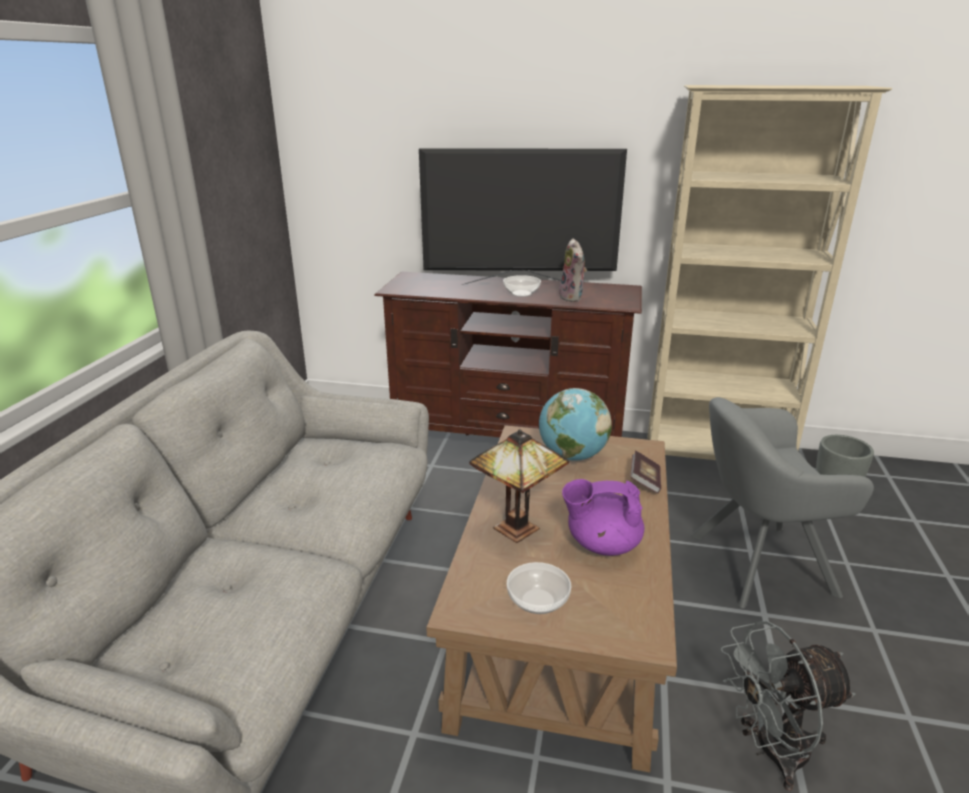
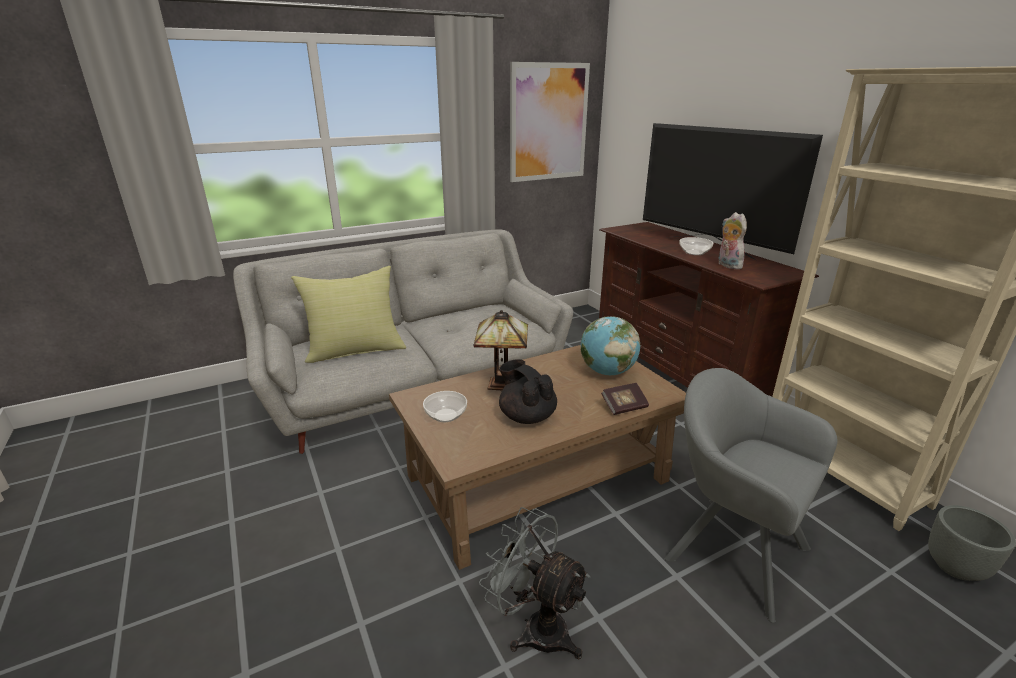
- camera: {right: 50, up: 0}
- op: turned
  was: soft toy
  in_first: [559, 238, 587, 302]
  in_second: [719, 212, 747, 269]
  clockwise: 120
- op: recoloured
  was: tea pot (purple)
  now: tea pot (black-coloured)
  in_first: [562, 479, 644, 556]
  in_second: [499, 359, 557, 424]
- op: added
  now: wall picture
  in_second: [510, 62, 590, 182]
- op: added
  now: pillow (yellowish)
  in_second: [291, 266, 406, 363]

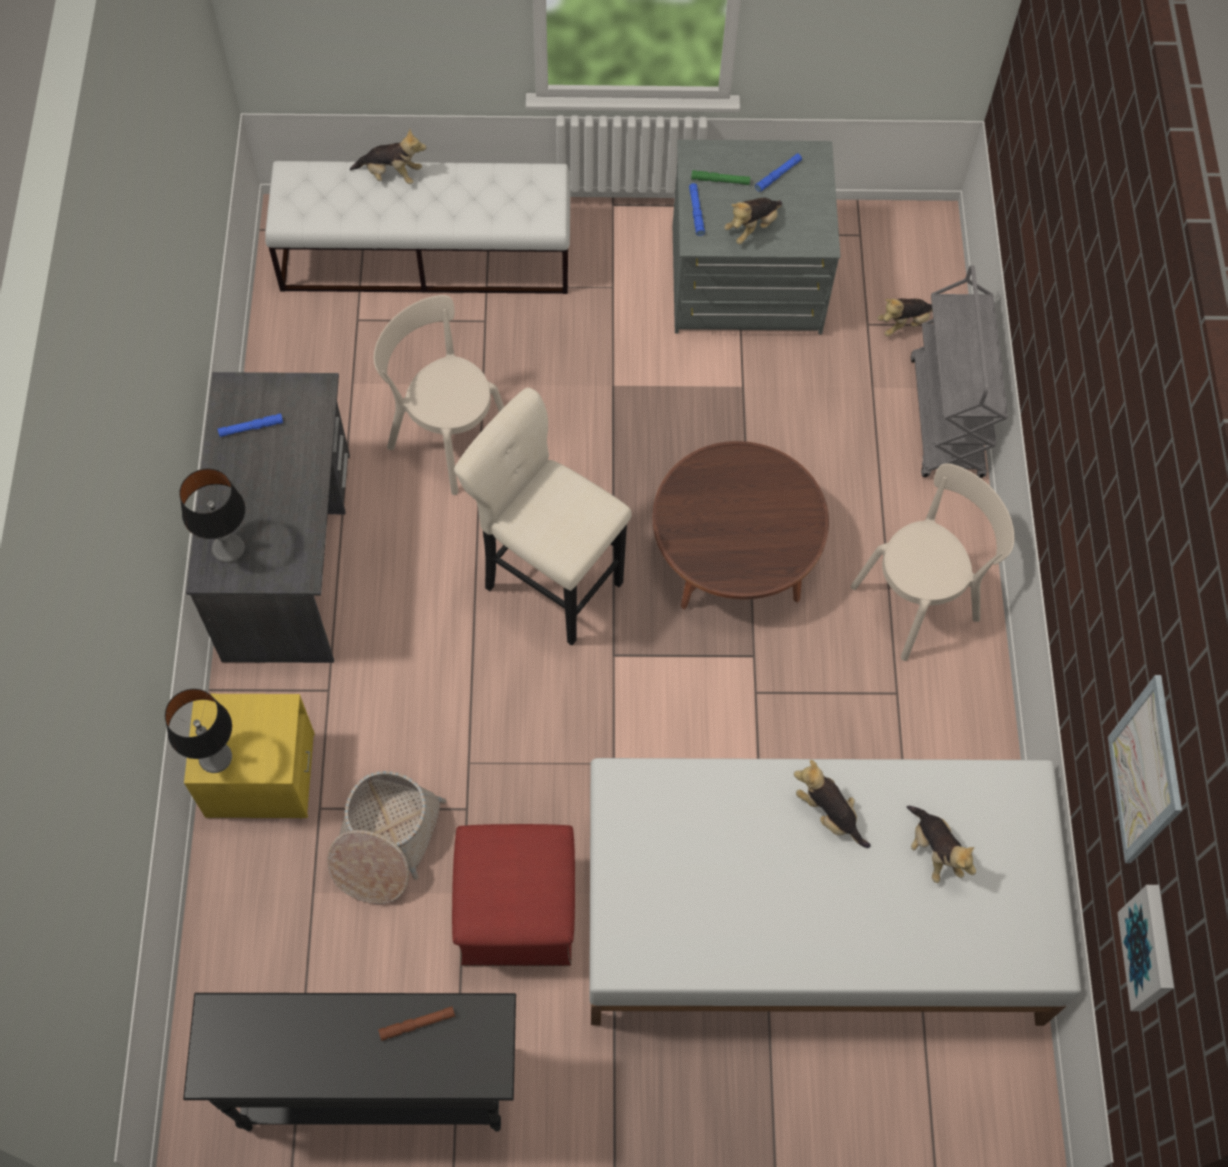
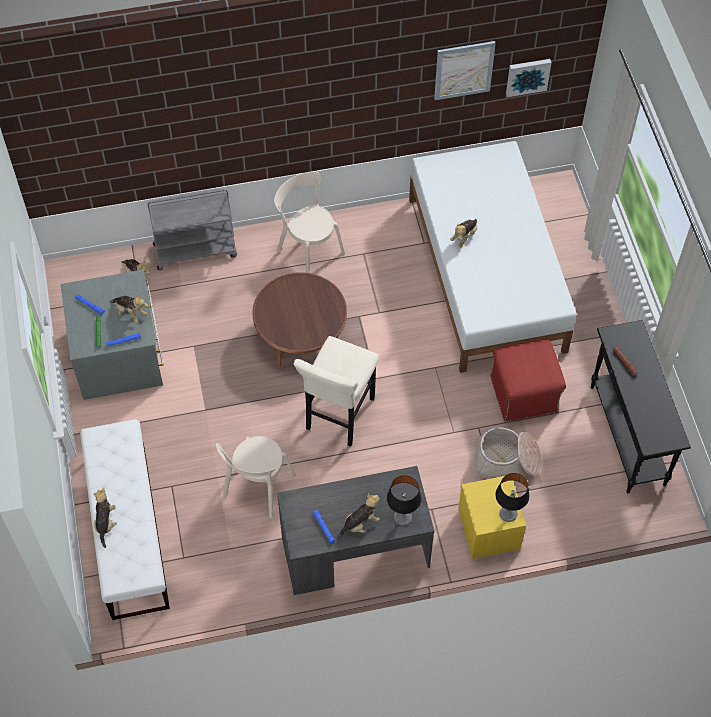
- camera: {right: -100, up: -5}
- op: moved
  was: soft toy
  in_first: [907, 806, 976, 883]
  in_second: [338, 494, 380, 540]

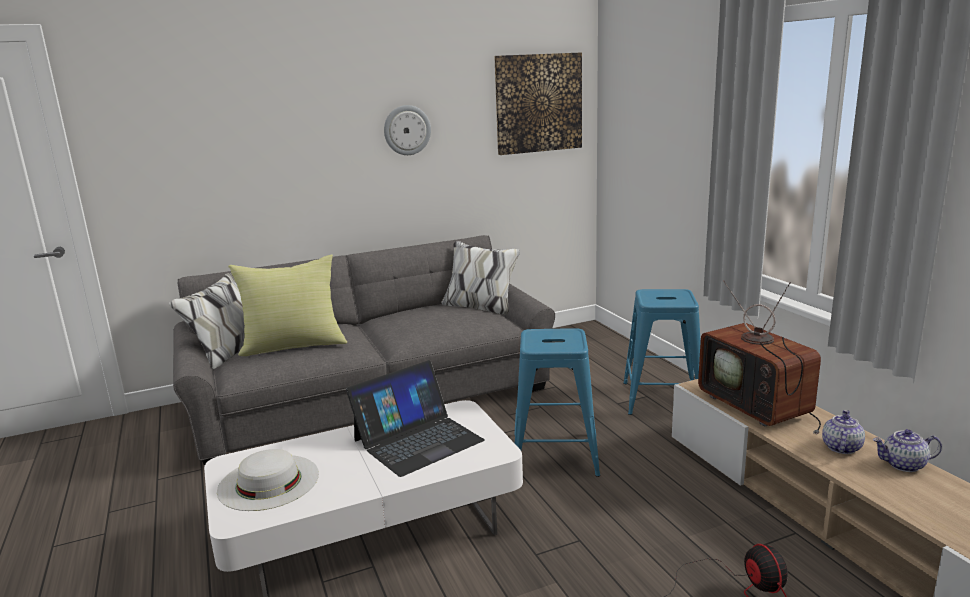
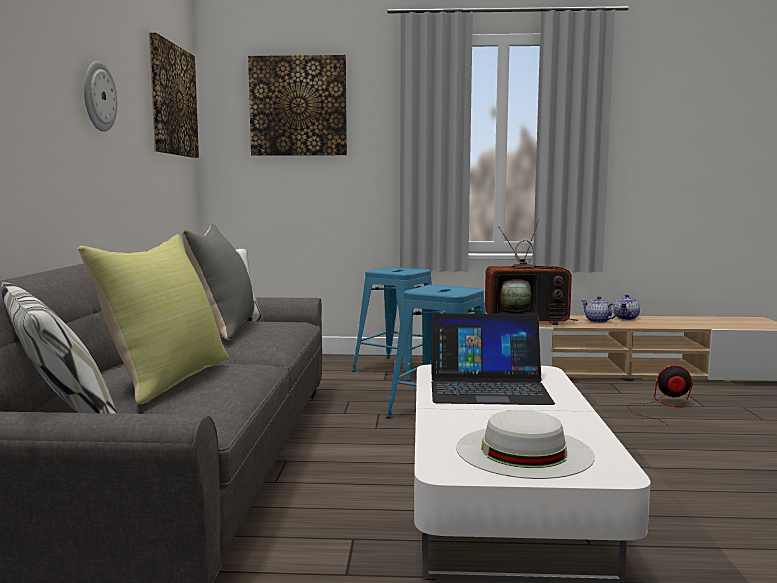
- camera: {right: -65, up: -10}
- op: turned
  was: portable computer
  in_first: [346, 360, 485, 477]
  in_second: [431, 313, 555, 405]
  clockwise: 105
- op: added
  now: wall picture
  in_second: [248, 55, 347, 156]
- op: added
  now: pillow (grey)
  in_second: [182, 224, 253, 340]

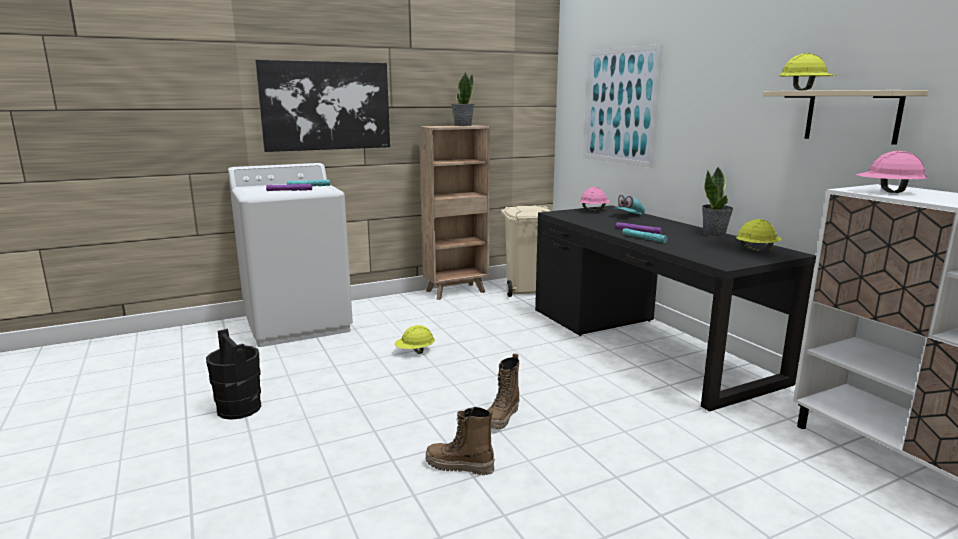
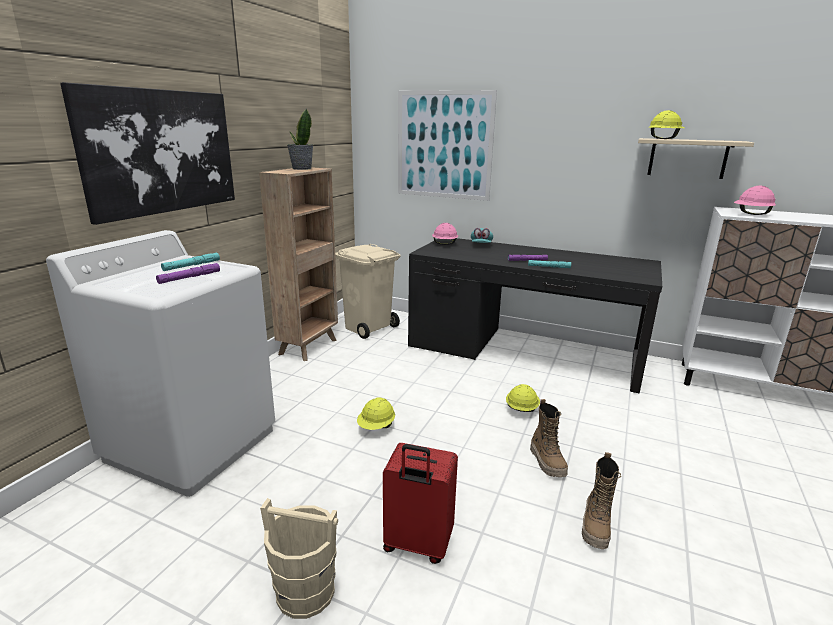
- camera: {right: -40, up: 5}
- op: removed
  was: houseplant
  in_first: [701, 167, 734, 236]
- op: moved
  was: hard hat (yellowish)
  in_first: [736, 219, 782, 252]
  in_second: [506, 384, 540, 412]
- op: recoloured
  was: water bucket (black-coloured)
  now: water bucket (beige)
  in_first: [206, 329, 261, 420]
  in_second: [260, 498, 338, 619]
- op: turned
  was: boot
  in_first: [425, 407, 495, 475]
  in_second: [582, 452, 621, 549]
  clockwise: -45
- op: added
  now: piece of luggage (red)
  in_second: [383, 443, 458, 564]

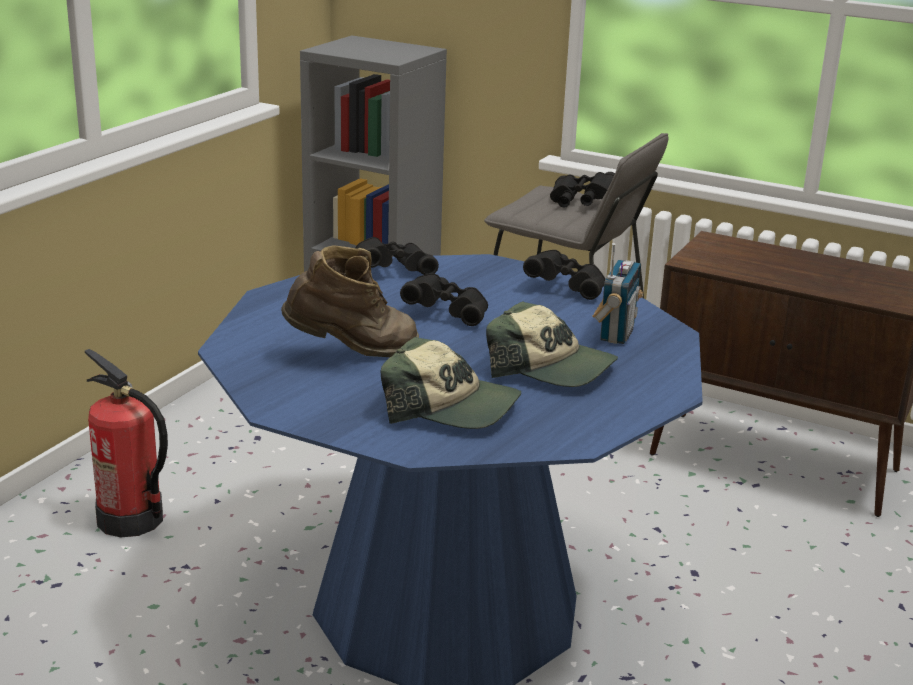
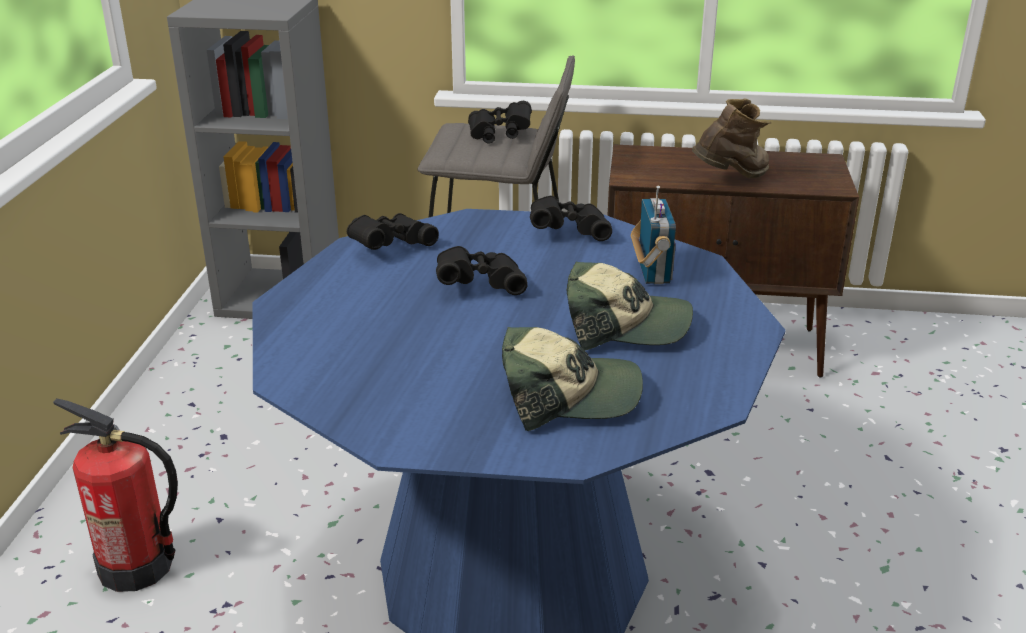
- camera: {right: -20, up: 5}
- op: moved
  was: boot (brownish)
  in_first: [281, 245, 419, 357]
  in_second: [692, 98, 771, 178]

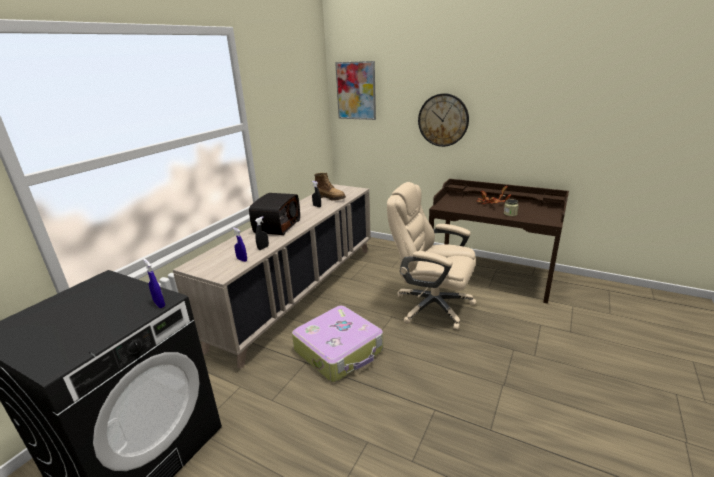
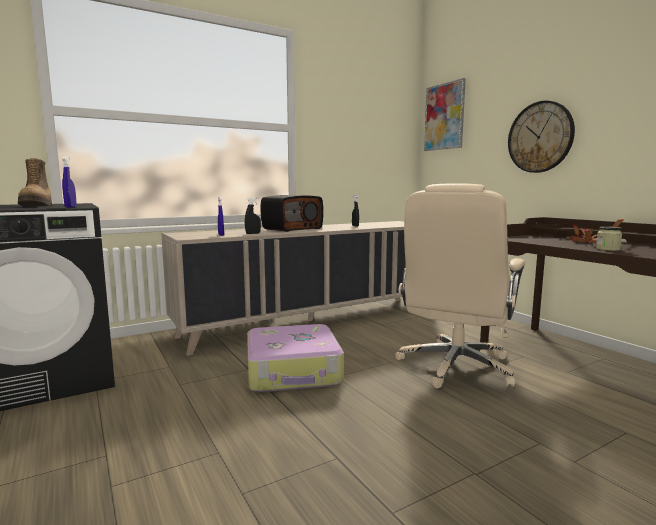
- camera: {right: 30, up: -15}
- op: moved
  was: boot
  in_first: [314, 173, 346, 201]
  in_second: [18, 158, 52, 206]
- op: turned
  was: computer chair (beige)
  in_first: [387, 182, 477, 330]
  in_second: [396, 183, 526, 388]
  clockwise: -120

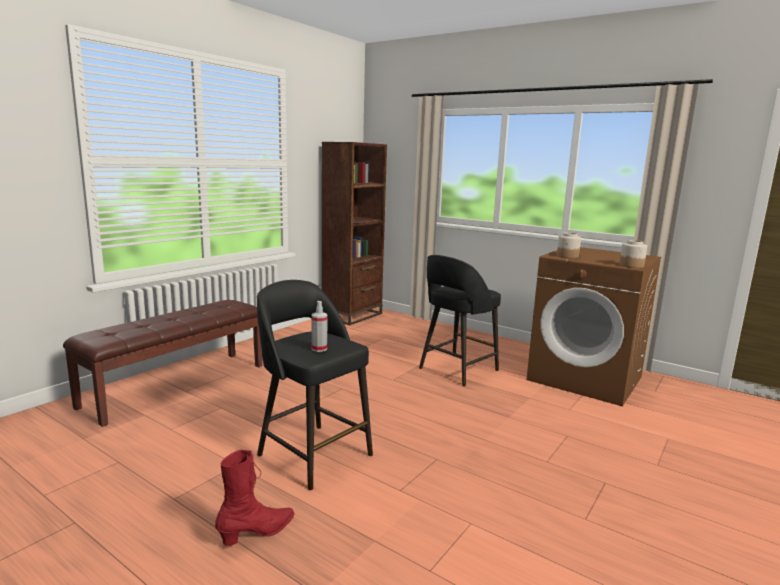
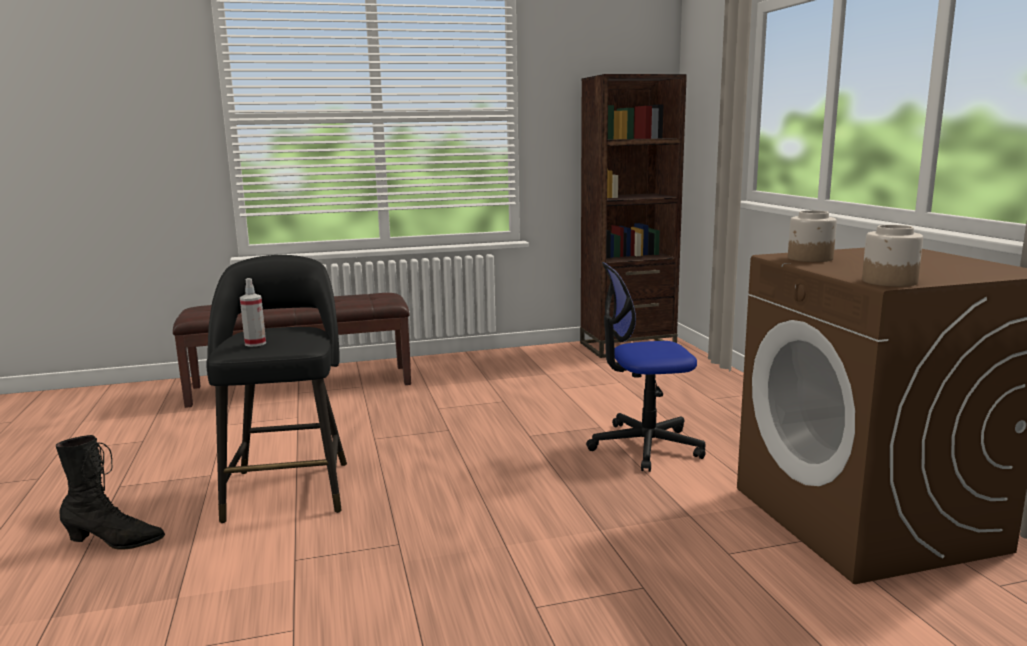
- camera: {right: 40, up: 0}
- op: replaced
  was: stool (black-coloured)
  now: computer chair
  in_first: [419, 255, 501, 386]
  in_second: [586, 262, 706, 472]
- op: recoloured
  was: boot (red)
  now: boot (black-coloured)
  in_first: [215, 450, 295, 546]
  in_second: [56, 435, 165, 549]

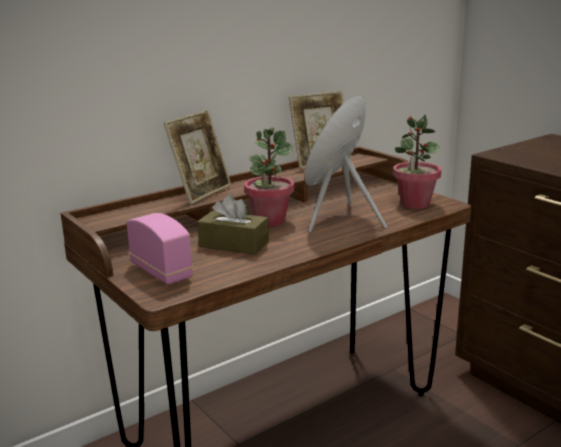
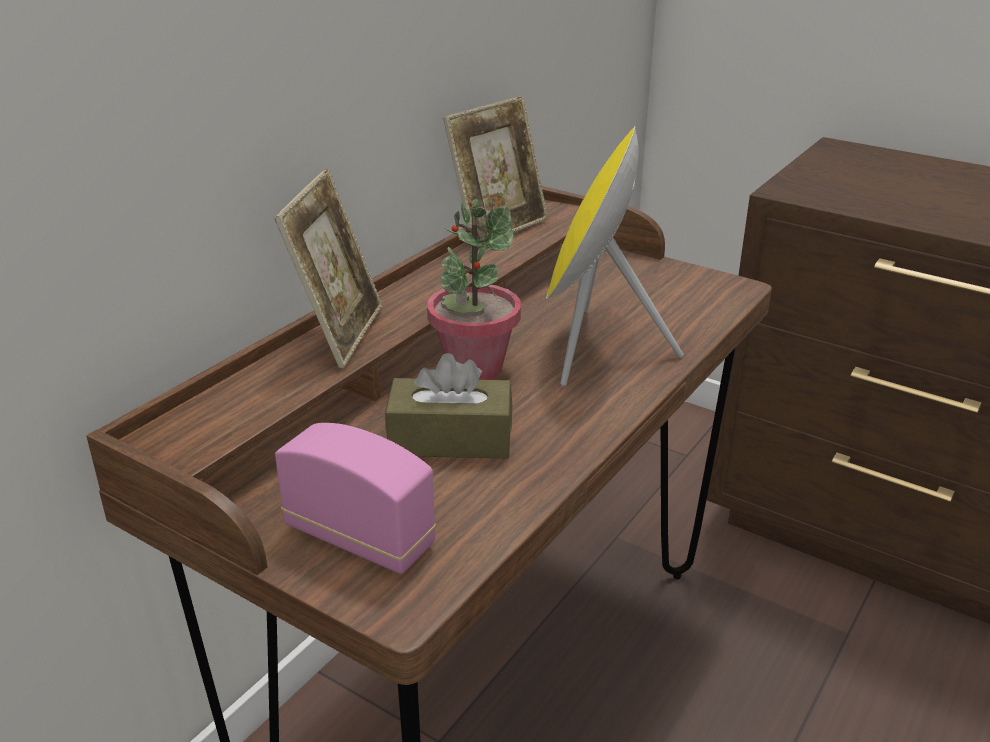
- camera: {right: -20, up: 10}
- op: removed
  was: houseplant
  in_first: [393, 114, 441, 209]

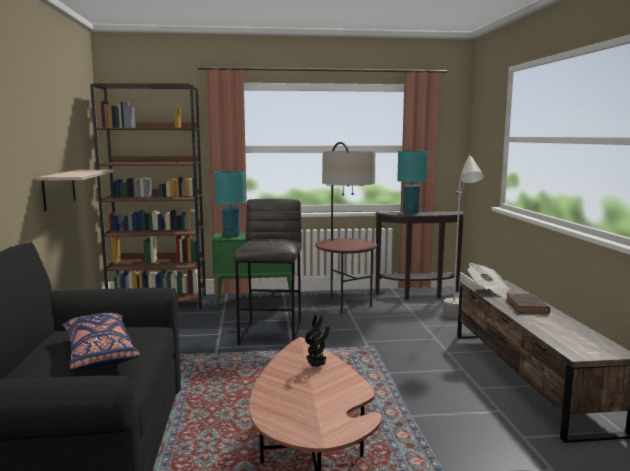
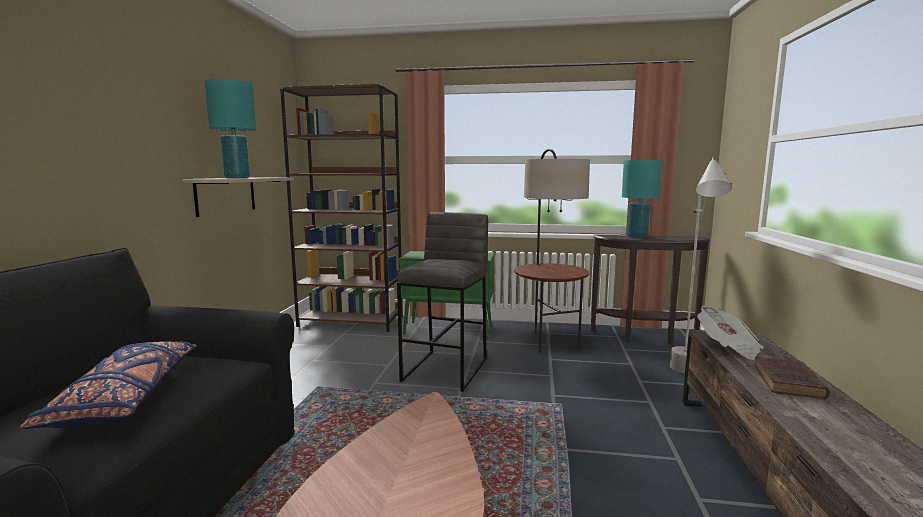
- camera: {right: 15, up: 0}
- op: moved
  was: table lamp (blue-green)
  in_first: [214, 171, 246, 237]
  in_second: [205, 79, 256, 178]
- op: removed
  was: houseplant
  in_first: [305, 312, 329, 368]

